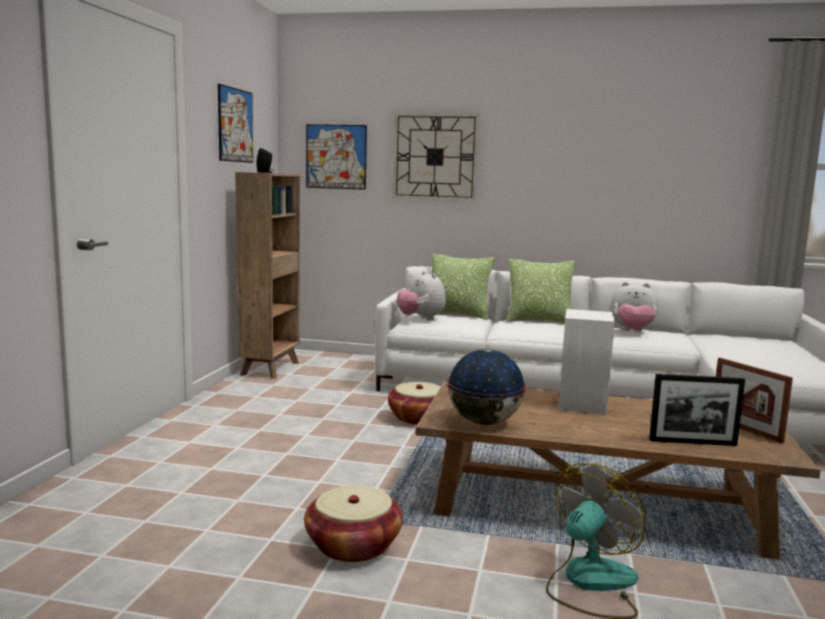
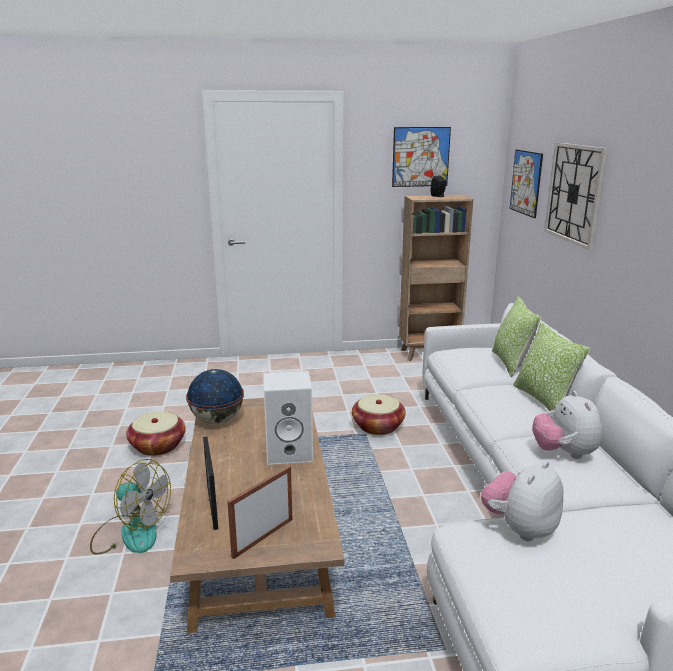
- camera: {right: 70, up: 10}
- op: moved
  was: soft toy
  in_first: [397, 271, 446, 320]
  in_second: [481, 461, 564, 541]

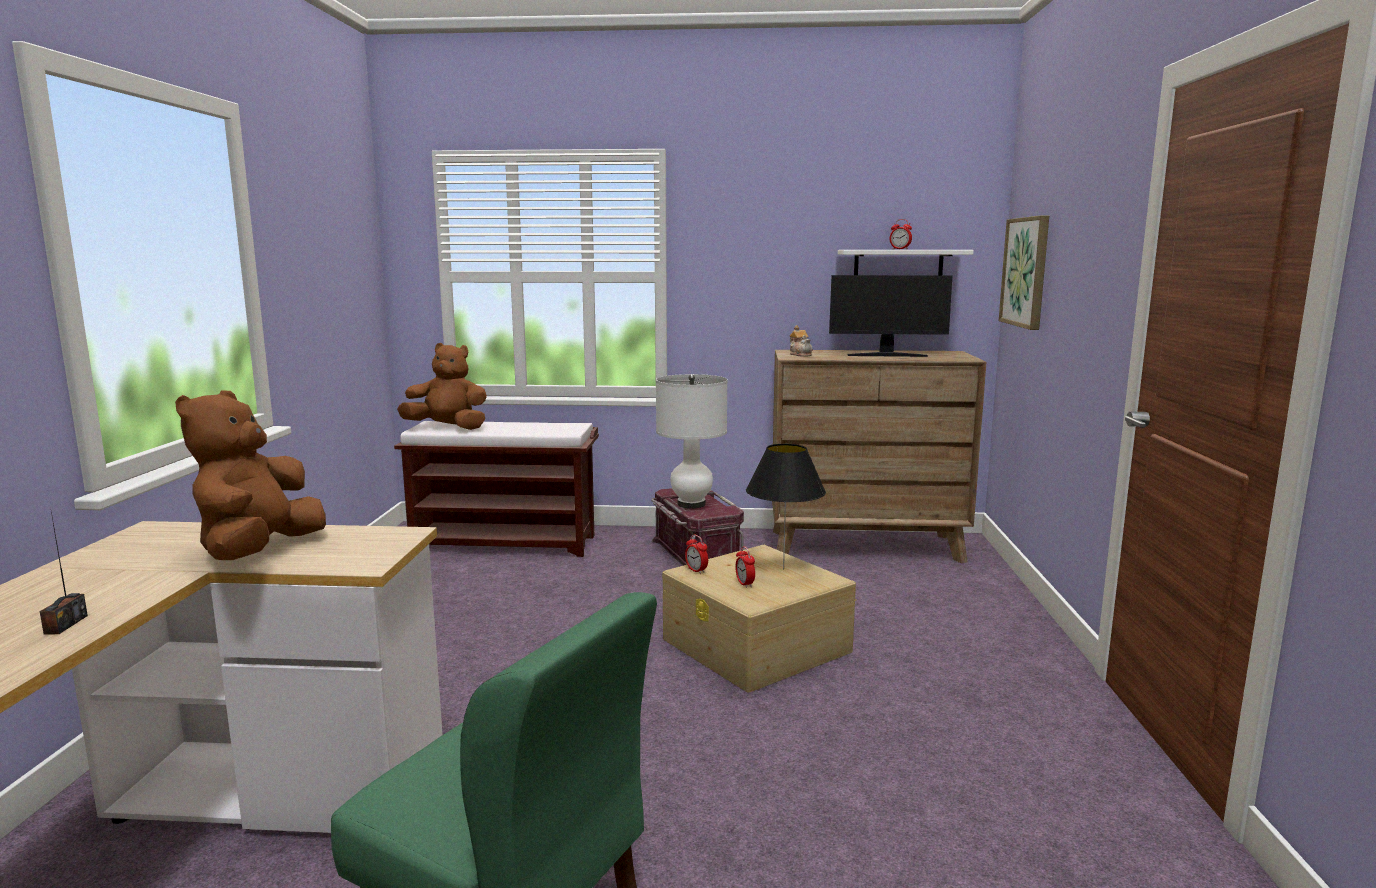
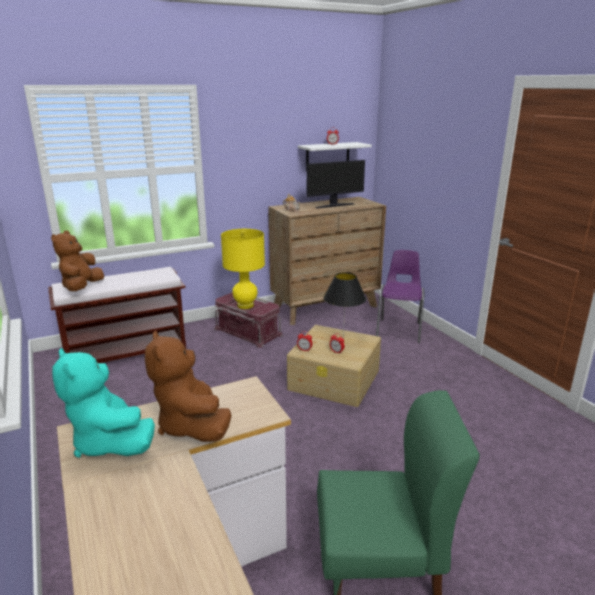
- camera: {right: -30, up: 10}
- op: removed
  was: wall picture
  in_first: [999, 215, 1049, 330]
- op: turned
  was: soft toy (brownish)
  in_first: [397, 343, 487, 430]
  in_second: [51, 231, 104, 291]
  clockwise: -60
- op: recoloured
  was: table lamp (whitish)
  now: table lamp (yellowish)
  in_first: [656, 374, 727, 509]
  in_second: [221, 229, 265, 309]
- op: removed
  was: radio receiver
  in_first: [40, 512, 88, 635]
- op: added
  now: upright chair (purple)
  in_second: [376, 250, 425, 343]
- op: added
  now: soft toy (blue-green)
  in_second: [52, 348, 155, 458]

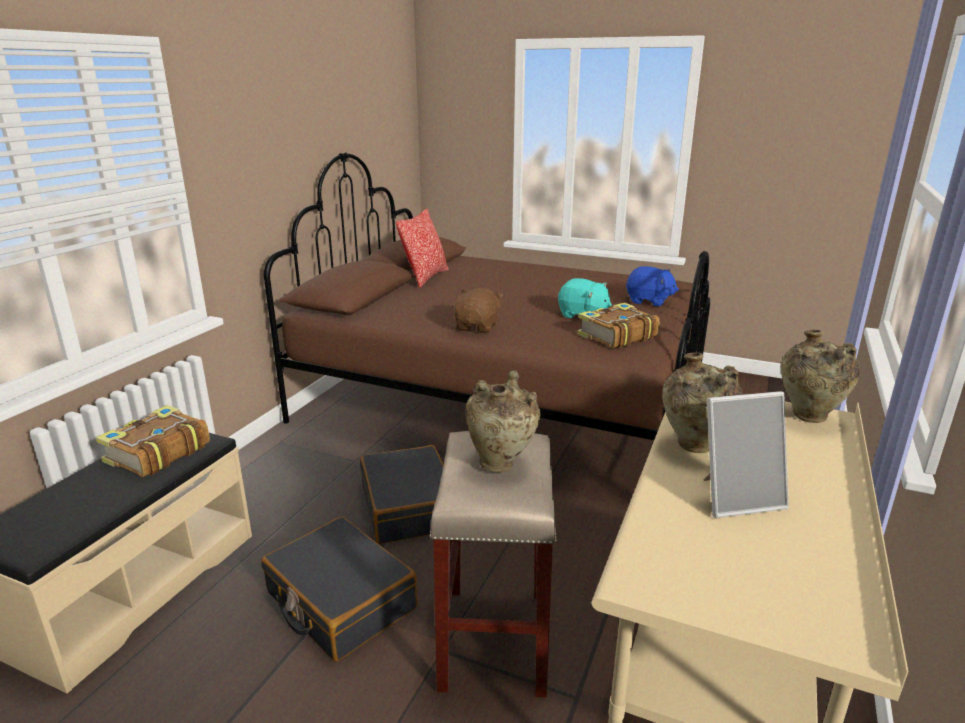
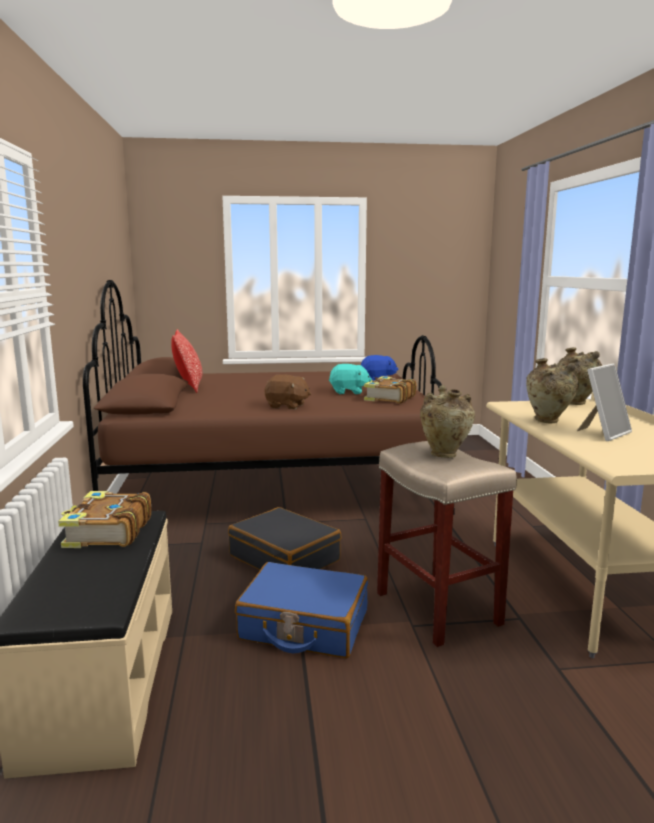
- camera: {right: -30, up: -10}
- op: turned
  was: soft toy (brownish)
  in_first: [454, 288, 503, 333]
  in_second: [265, 374, 311, 410]
  clockwise: 120
- op: recoloured
  was: piece of luggage (black-coloured)
  now: piece of luggage (blue)
  in_first: [261, 516, 417, 662]
  in_second: [235, 562, 368, 658]

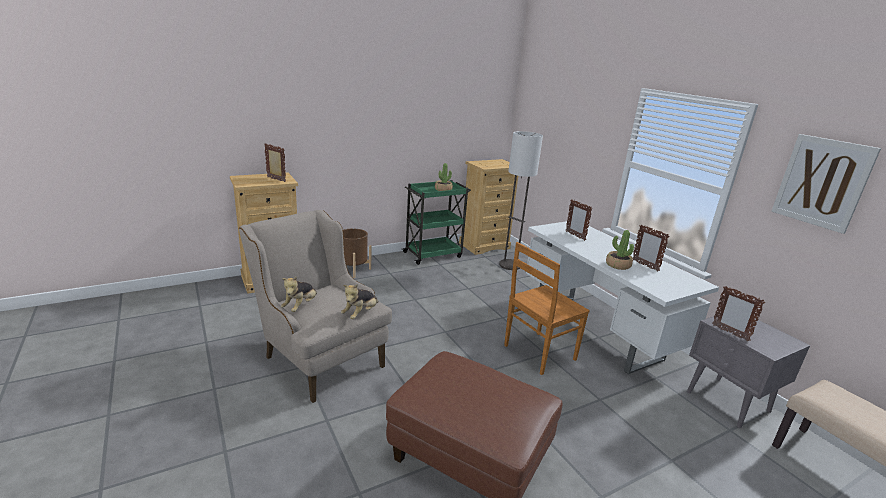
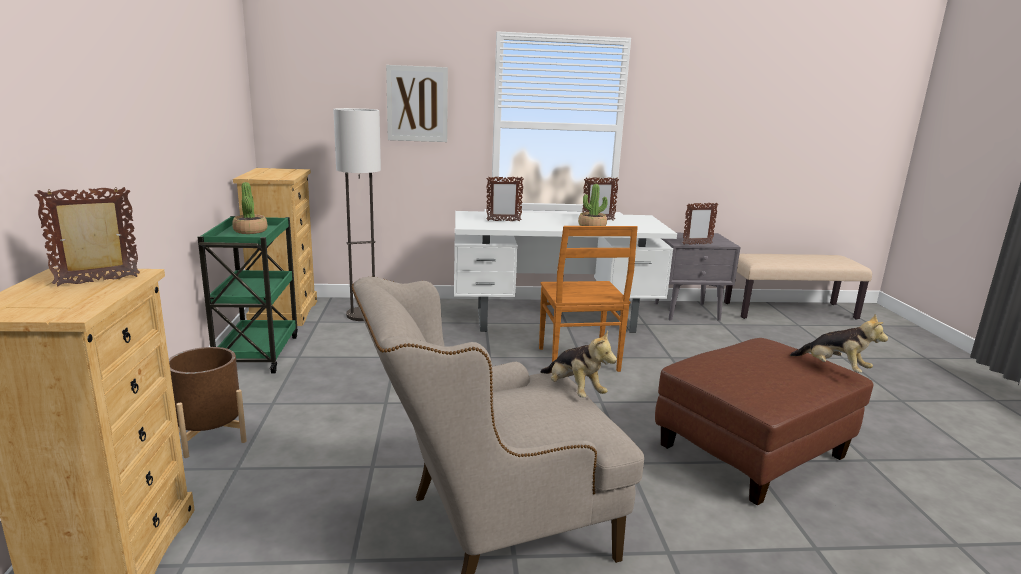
- camera: {right: -65, up: -5}
- op: moved
  was: wall picture
  in_first: [771, 134, 881, 234]
  in_second: [386, 65, 448, 142]
- op: moved
  was: soft toy
  in_first: [281, 276, 317, 312]
  in_second: [790, 314, 888, 373]

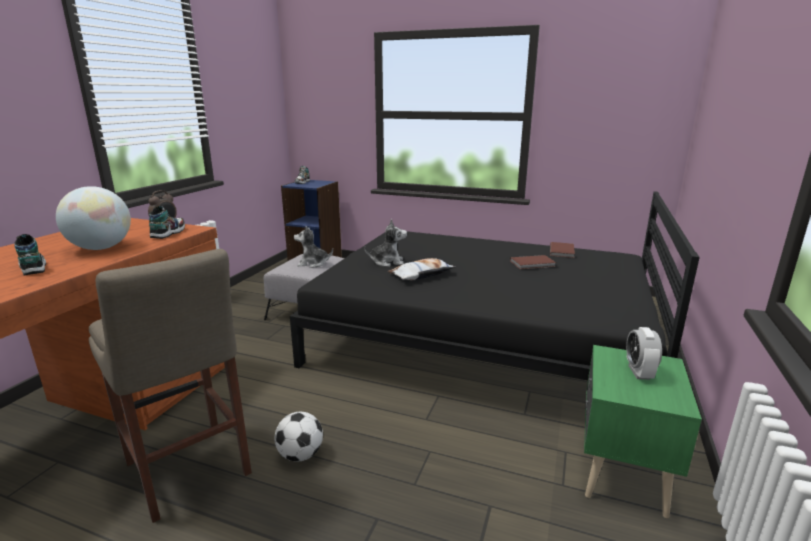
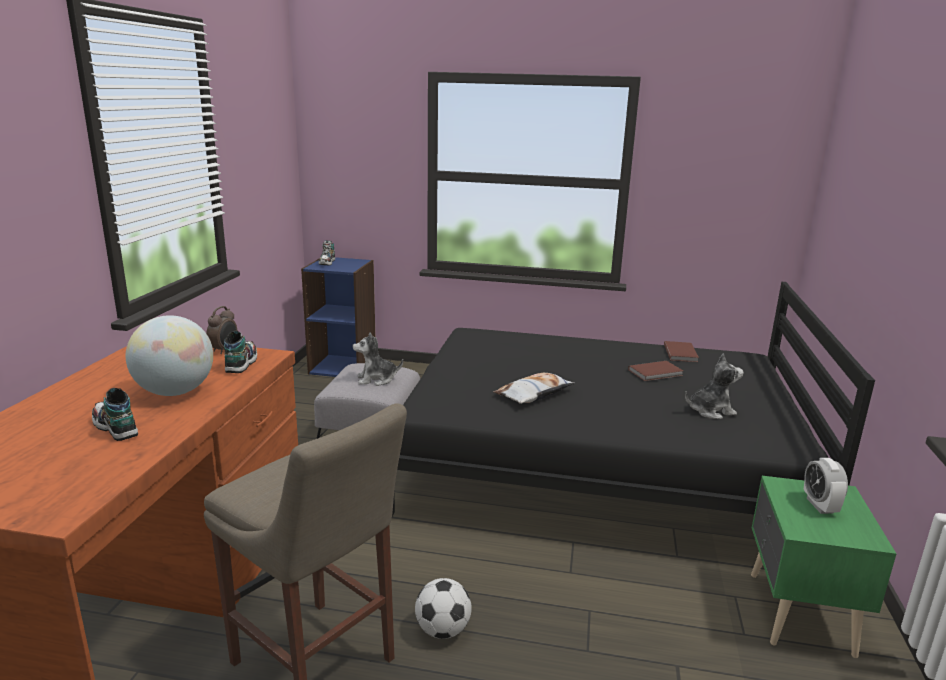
- camera: {right: -10, up: 0}
- op: moved
  was: soft toy
  in_first: [364, 219, 407, 267]
  in_second: [685, 354, 743, 419]

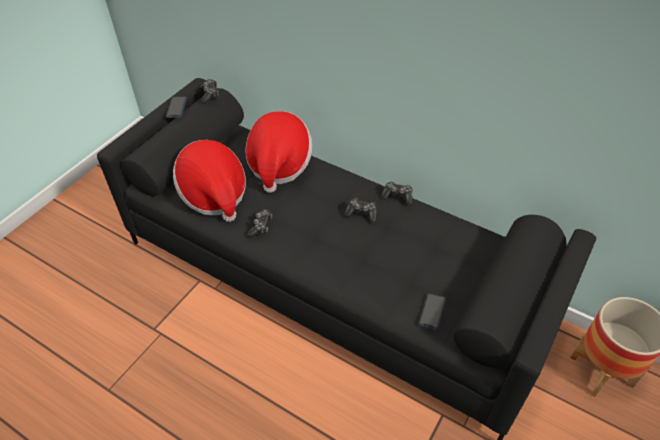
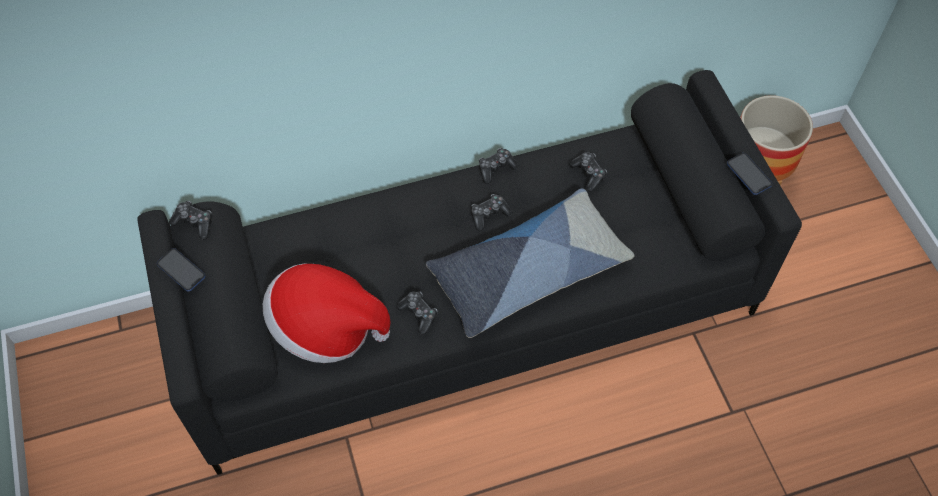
- camera: {right: -50, up: 10}
- op: removed
  was: wearable hat
  in_first: [245, 111, 312, 193]
- op: moved
  was: handset
  in_first: [419, 293, 446, 330]
  in_second: [727, 153, 772, 195]
- op: added
  now: gamepad
  in_second: [569, 152, 607, 192]
- op: added
  now: pillow
  in_second: [426, 189, 635, 338]

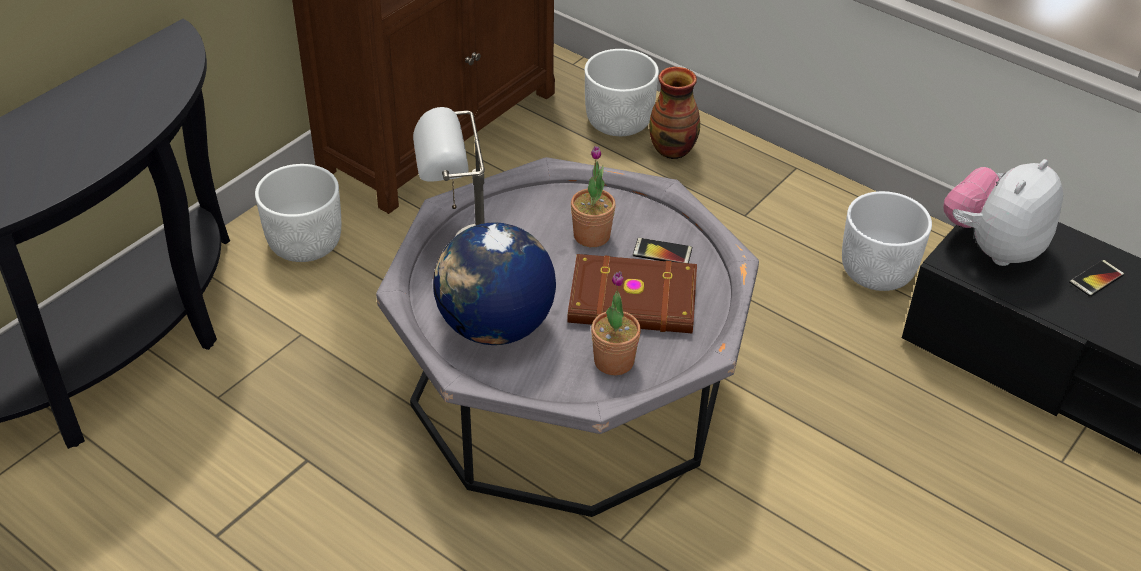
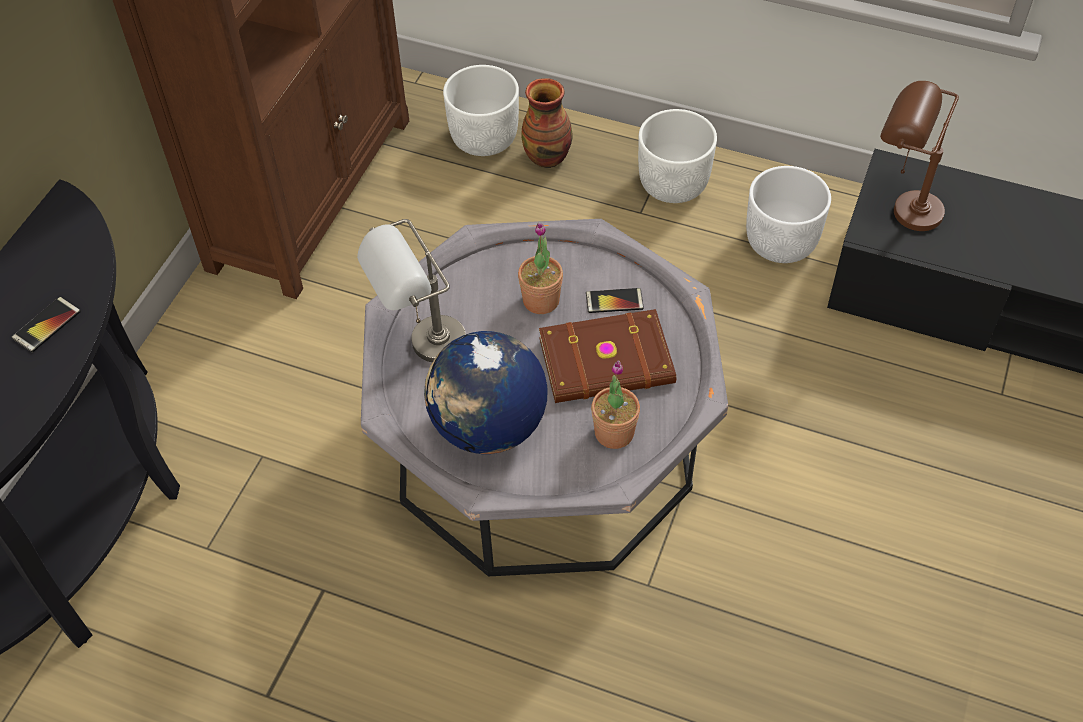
- camera: {right: -15, up: 10}
- op: replaced
  was: soft toy
  now: table lamp (brownish)
  in_first: [944, 159, 1063, 266]
  in_second: [880, 81, 959, 231]
- op: moved
  was: flower pot (whitish)
  in_first: [255, 164, 341, 262]
  in_second: [638, 109, 717, 203]
- op: moved
  was: handset
  in_first: [1069, 260, 1124, 297]
  in_second: [12, 297, 81, 352]

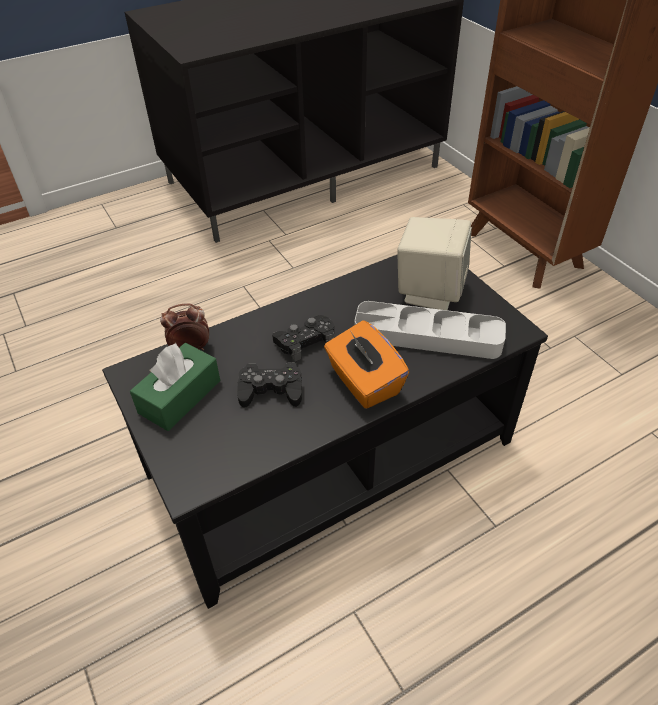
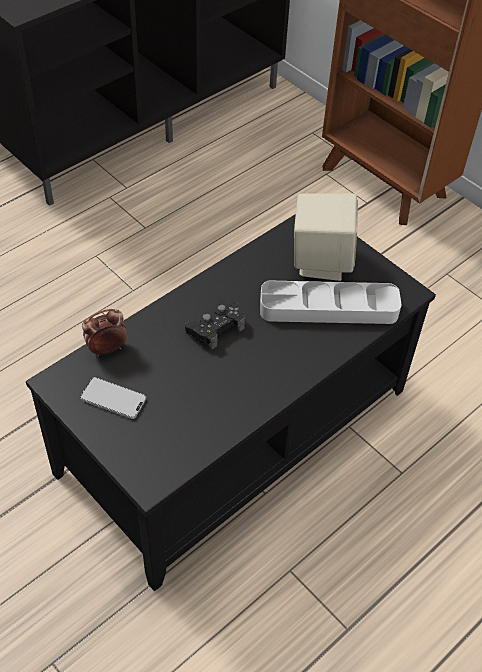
- camera: {right: -15, up: 5}
- op: removed
  was: tissue box (orangey)
  in_first: [324, 320, 409, 409]
- op: replaced
  was: tissue box (green)
  now: handset
  in_first: [130, 343, 220, 431]
  in_second: [80, 377, 146, 419]
- op: removed
  was: gamepad (black-coloured)
  in_first: [237, 362, 302, 407]

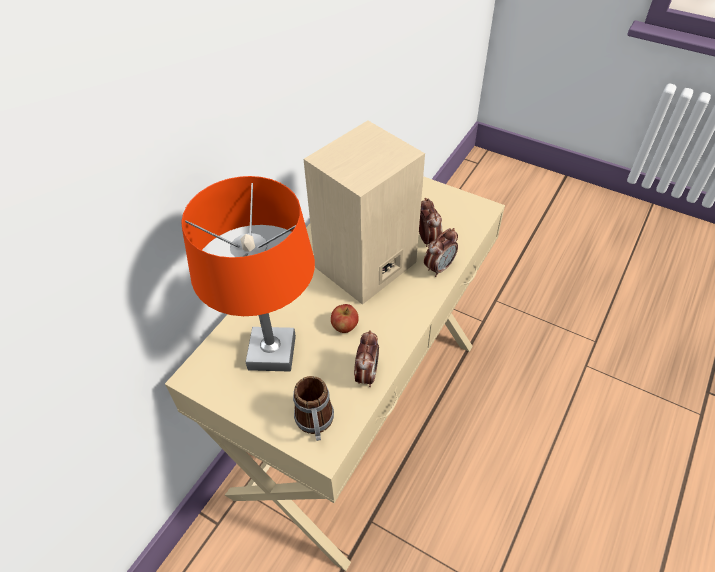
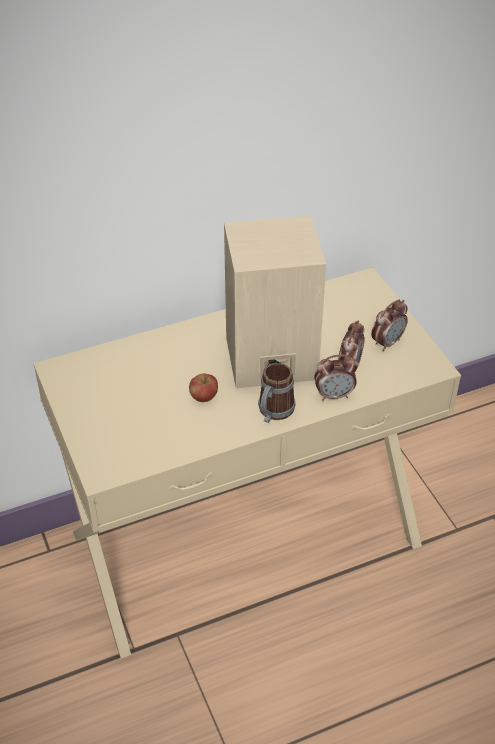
- camera: {right: 35, up: -5}
- op: removed
  was: table lamp (orangey)
  in_first: [181, 176, 315, 372]
- op: moved
  was: table clock
  in_first: [354, 330, 379, 387]
  in_second: [371, 300, 408, 351]
- op: moved
  was: coffee mug
  in_first: [293, 376, 334, 441]
  in_second: [258, 363, 296, 423]

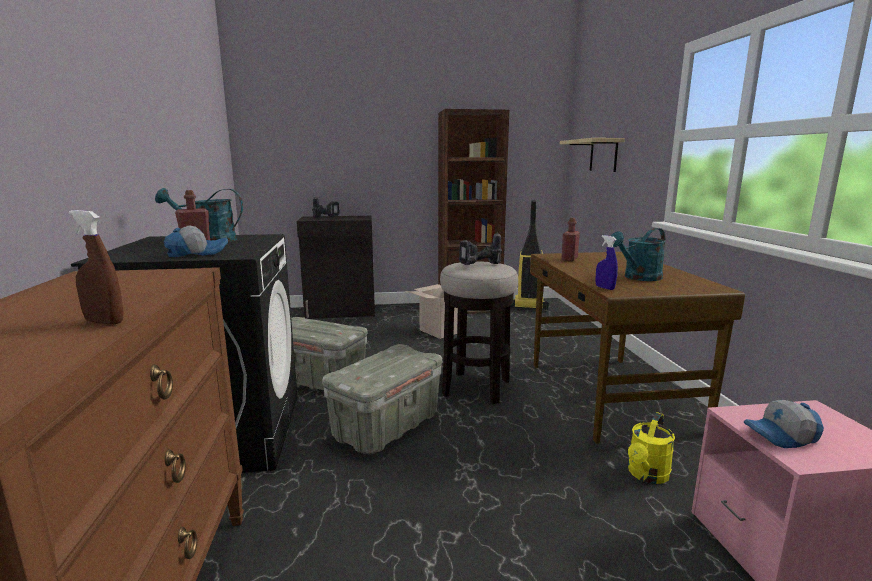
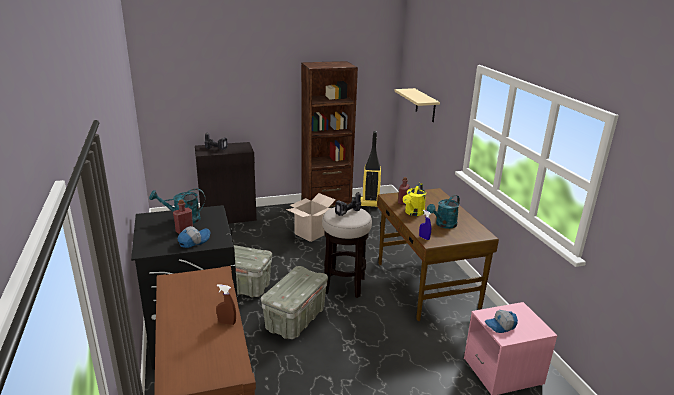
- camera: {right: -10, up: 10}
- op: moved
  was: watering pot (yellowish)
  in_first: [628, 412, 675, 484]
  in_second: [403, 183, 426, 216]

